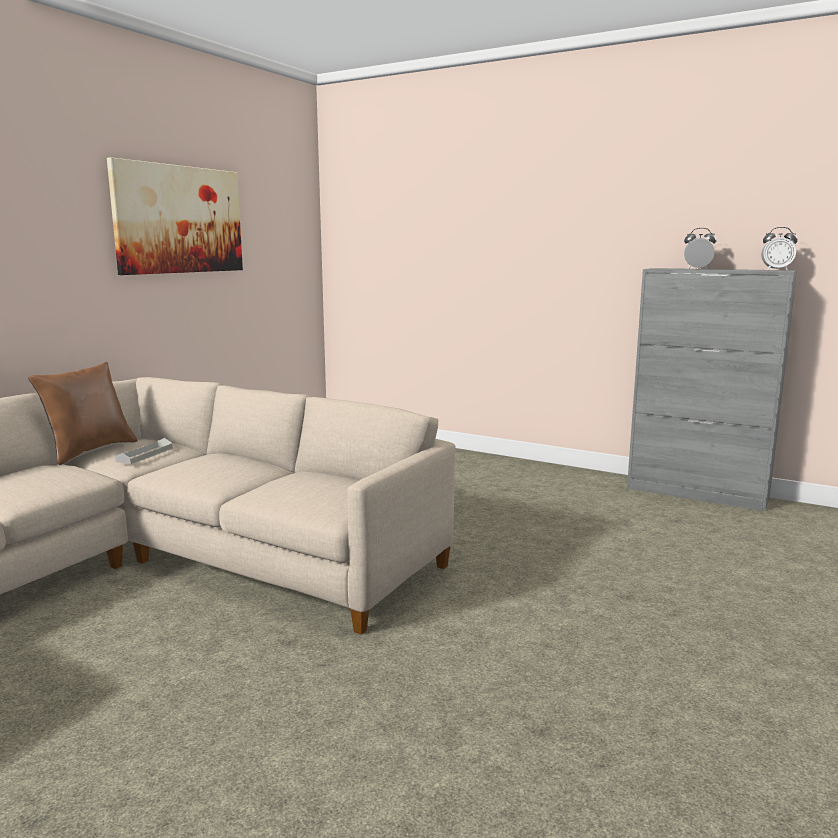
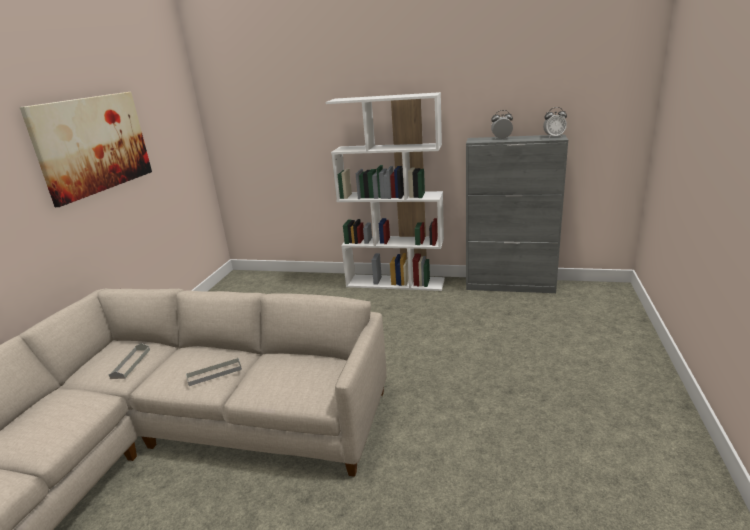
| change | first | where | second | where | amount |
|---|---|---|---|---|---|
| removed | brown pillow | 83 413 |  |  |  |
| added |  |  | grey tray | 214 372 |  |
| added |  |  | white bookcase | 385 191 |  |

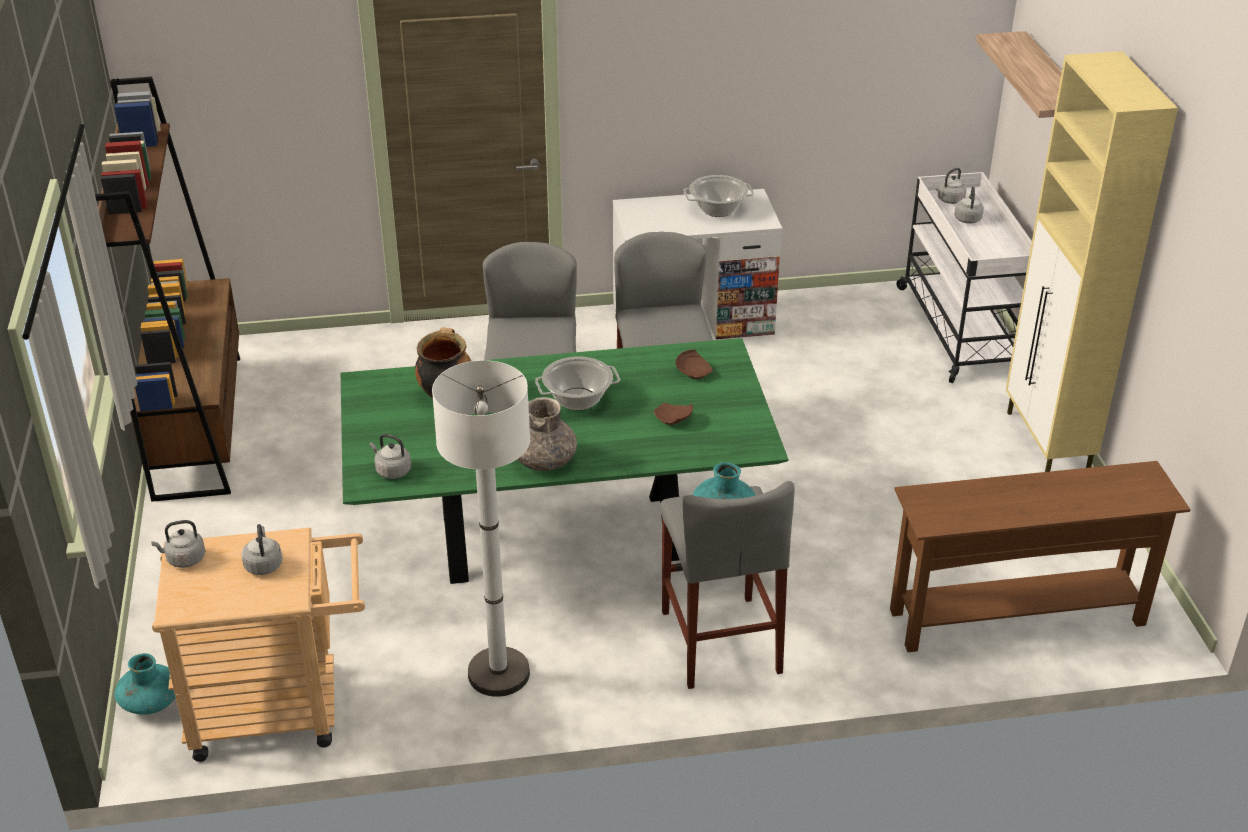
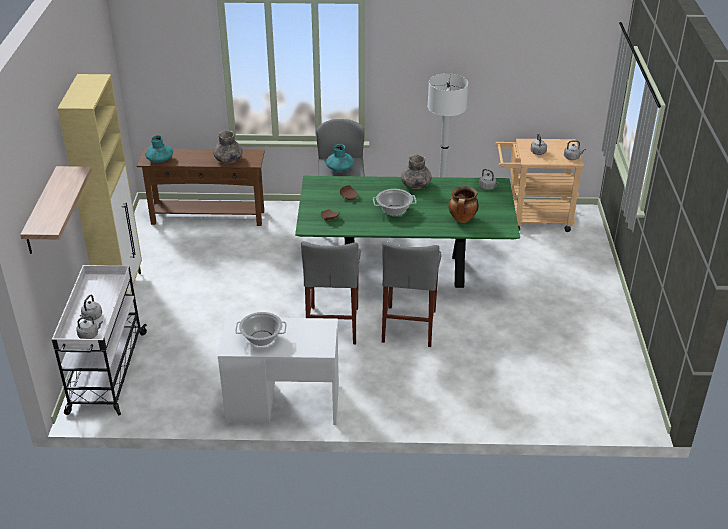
| change | first | where | second | where | amount |
|---|---|---|---|---|---|
| removed | brown bookcase | 167 289 |  |  |  |
| added |  |  | grey vase | 228 147 |  |
| moved | turquoise vase | 145 684 |  | 159 148 |  |

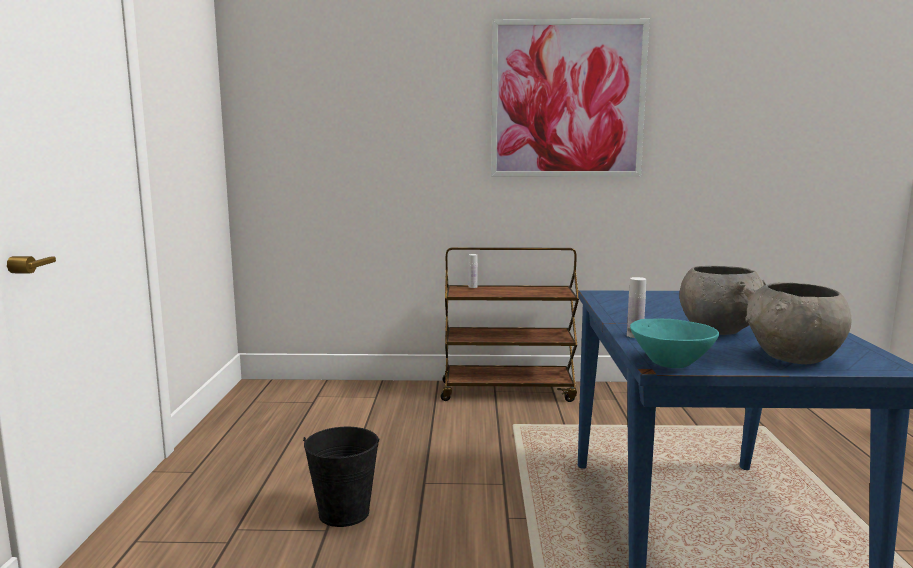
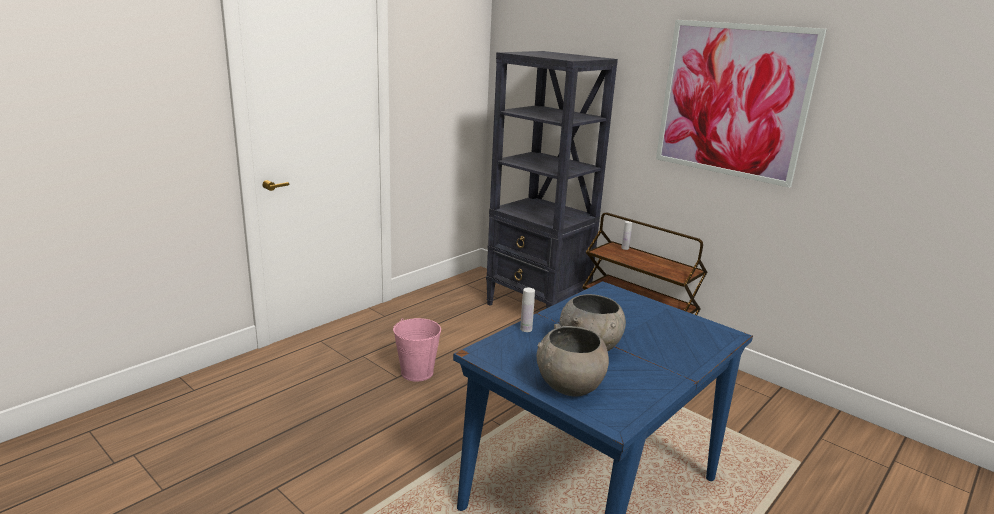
| change | first | where | second | where | amount |
|---|---|---|---|---|---|
| removed | turquoise bowl | 674 343 |  |  |  |
| added |  |  | black bookcase | 552 179 |  |
| recoloured | black bucket | 341 477 | pink bucket | 417 350 |  |

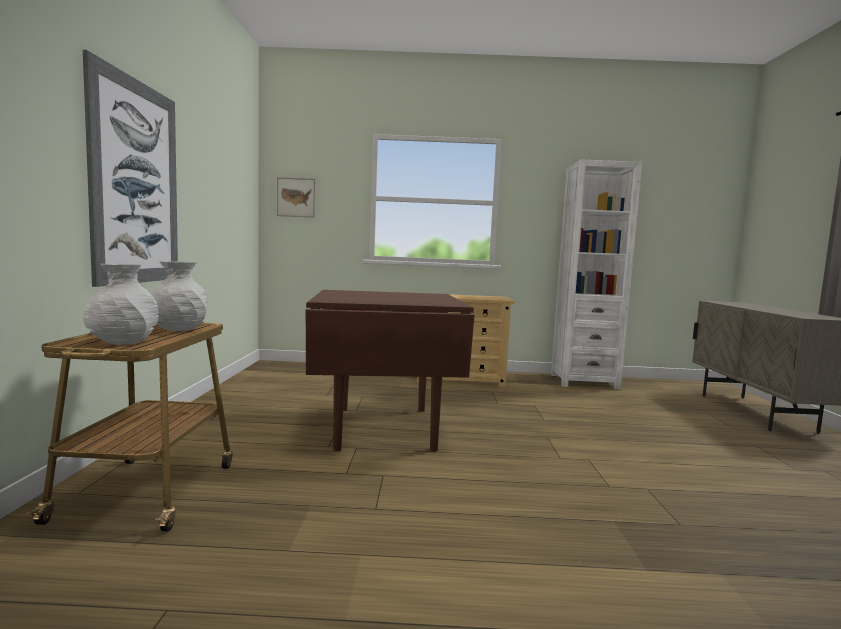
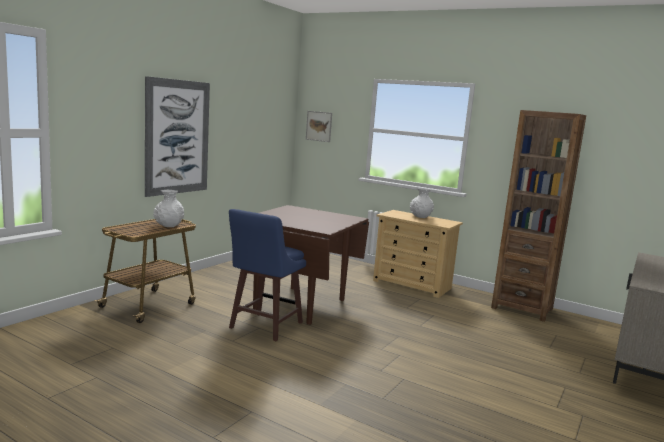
| change | first | where | second | where | amount |
|---|---|---|---|---|---|
| added |  |  | blue stool | 267 275 |  |
| moved | white vase | 121 304 |  | 422 203 |  |
| recoloured | white bookcase | 596 274 | brown bookcase | 538 216 |  |

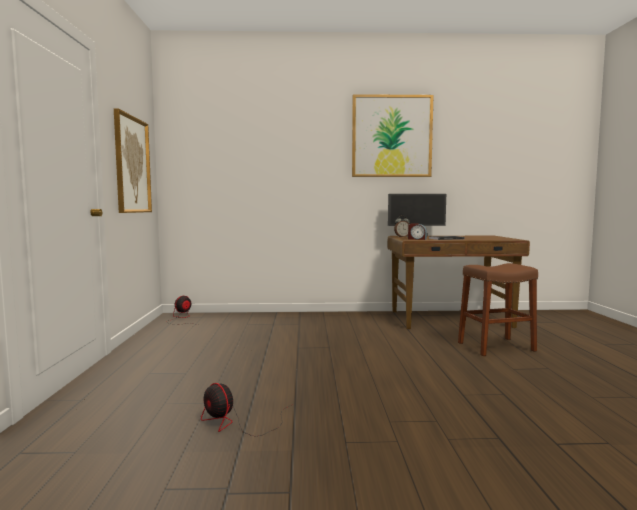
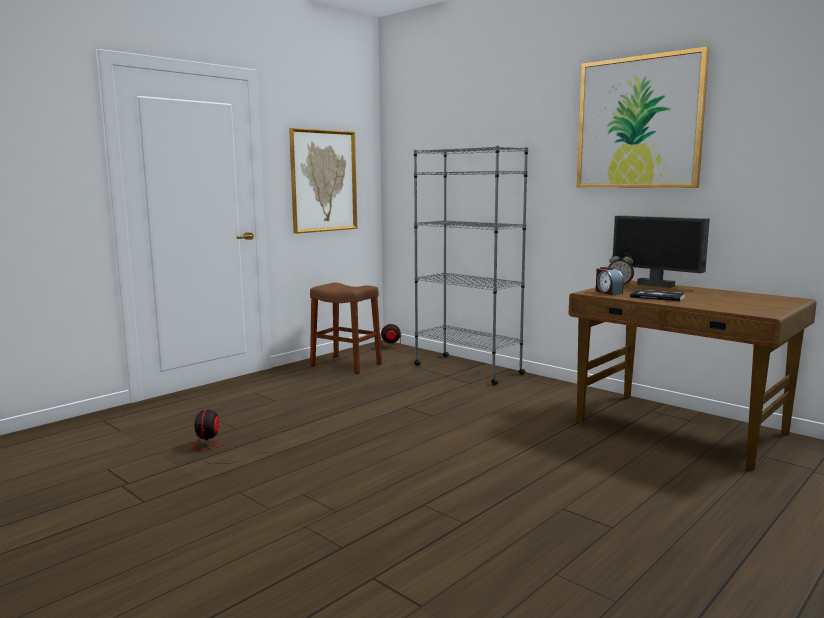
| change | first | where | second | where | amount |
|---|---|---|---|---|---|
| added |  |  | grey bookcase | 471 265 |  |
| moved | brown stool | 498 309 |  | 346 328 |  |

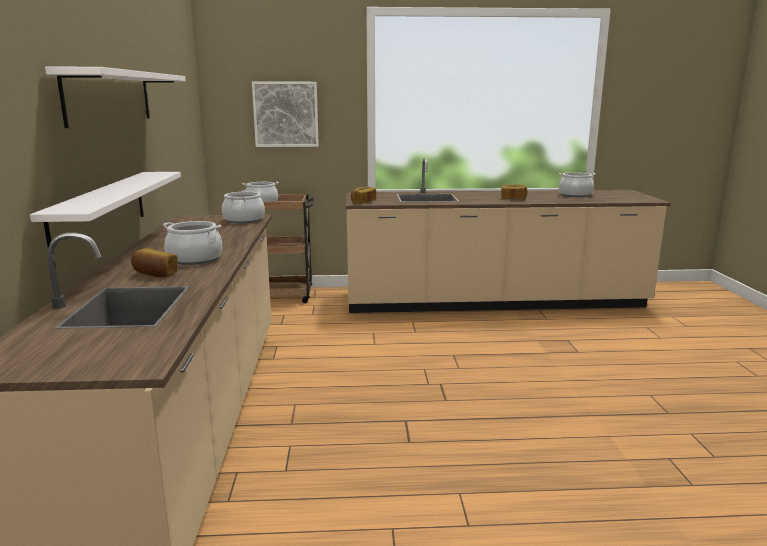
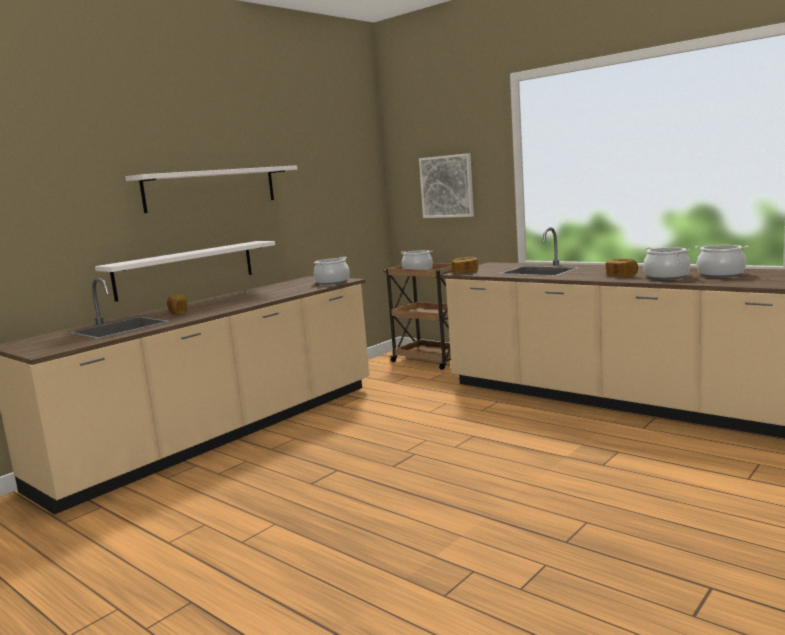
| change | first | where | second | where | amount |
|---|---|---|---|---|---|
| moved | cooking pot | 192 243 |  | 666 263 |  |

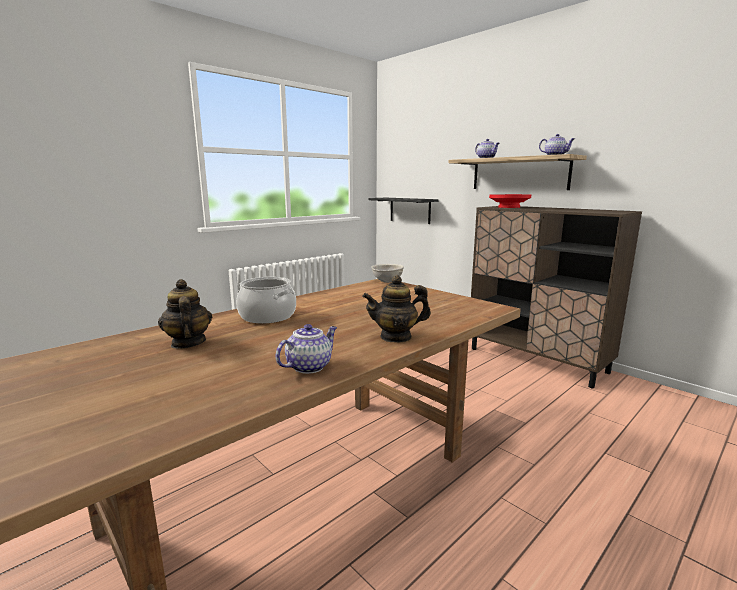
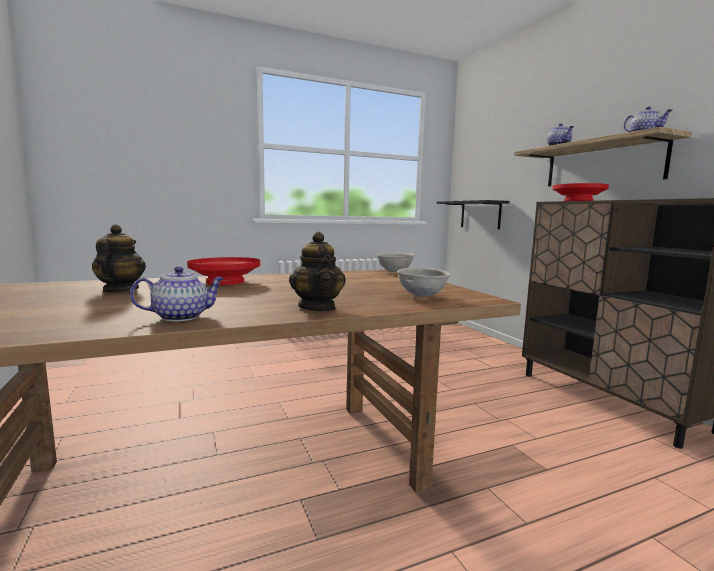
| change | first | where | second | where | amount |
|---|---|---|---|---|---|
| added |  |  | grey bowl | 423 282 |  |
| replaced | cooking pot | 266 300 | red bowl | 223 271 |  |
| turned | teapot | 396 309 |  | 317 271 | 120 degrees counterclockwise |

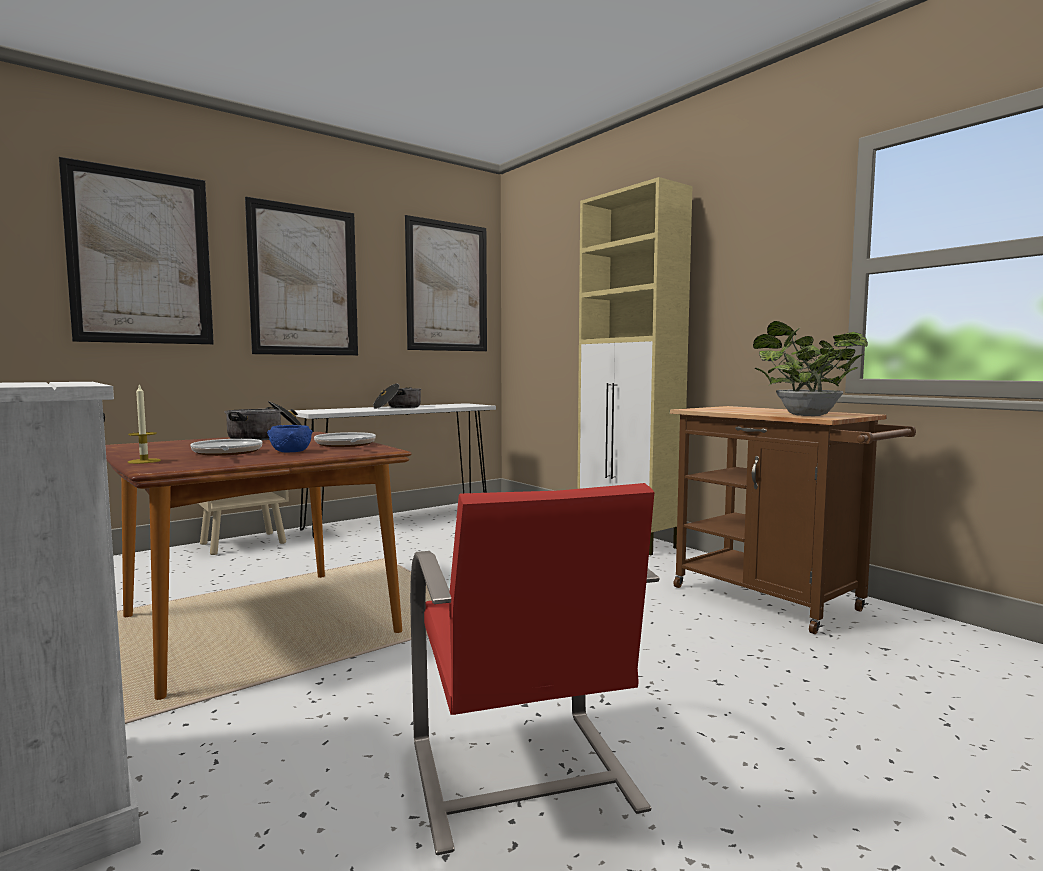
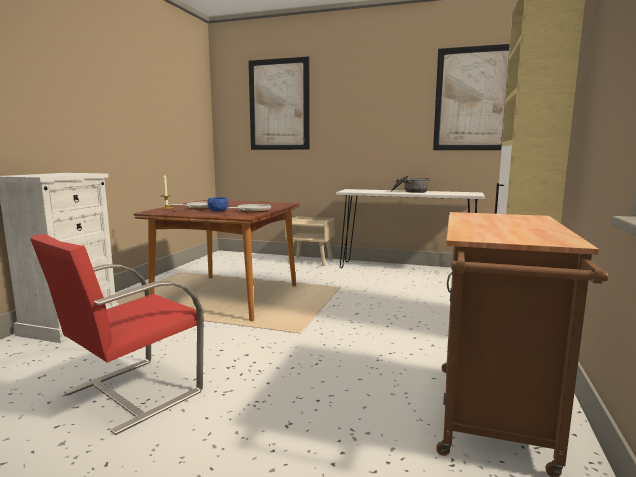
| change | first | where | second | where | amount |
|---|---|---|---|---|---|
| removed | cooking pot | 263 421 |  |  |  |
| removed | picture | 301 275 |  |  |  |
| removed | potted plant | 810 368 |  |  |  |

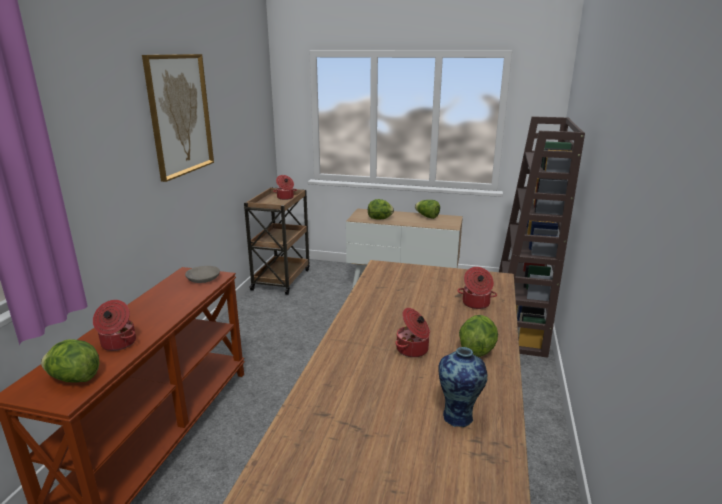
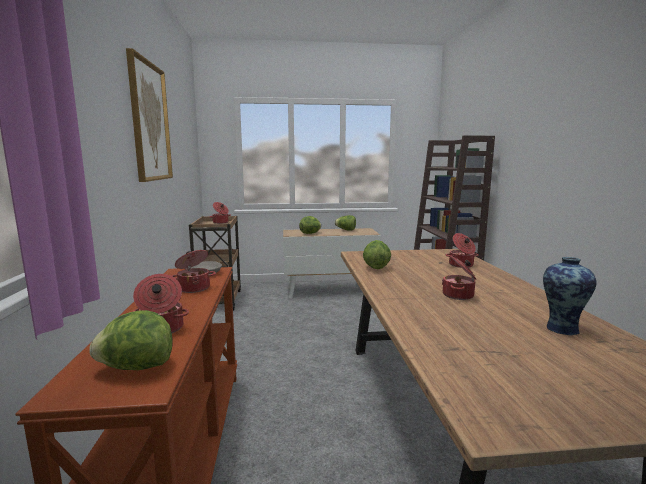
| change | first | where | second | where | amount |
|---|---|---|---|---|---|
| added |  |  | cooking pot | 194 271 |  |
| moved | lettuce | 478 336 |  | 377 254 |  |

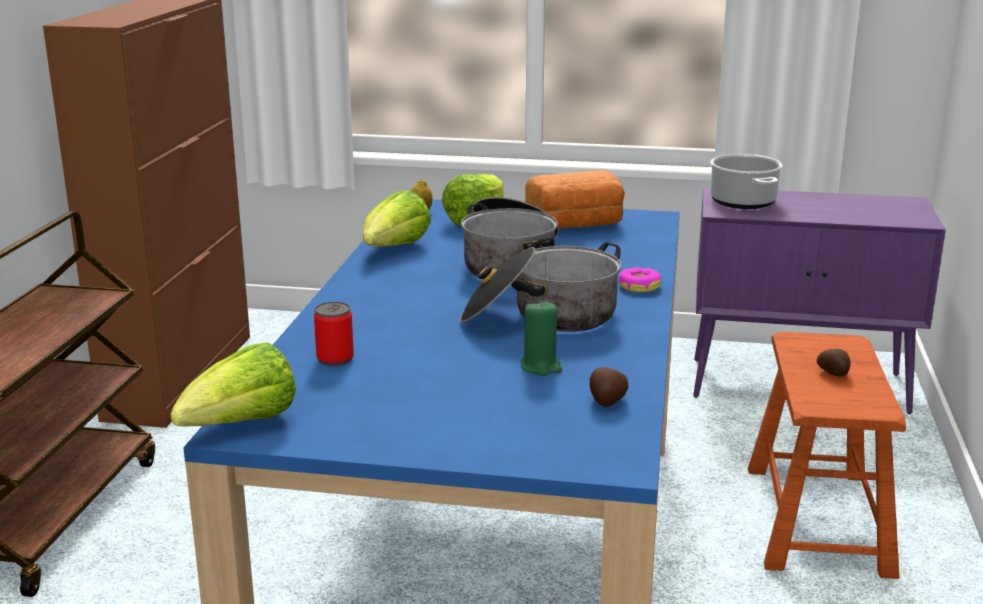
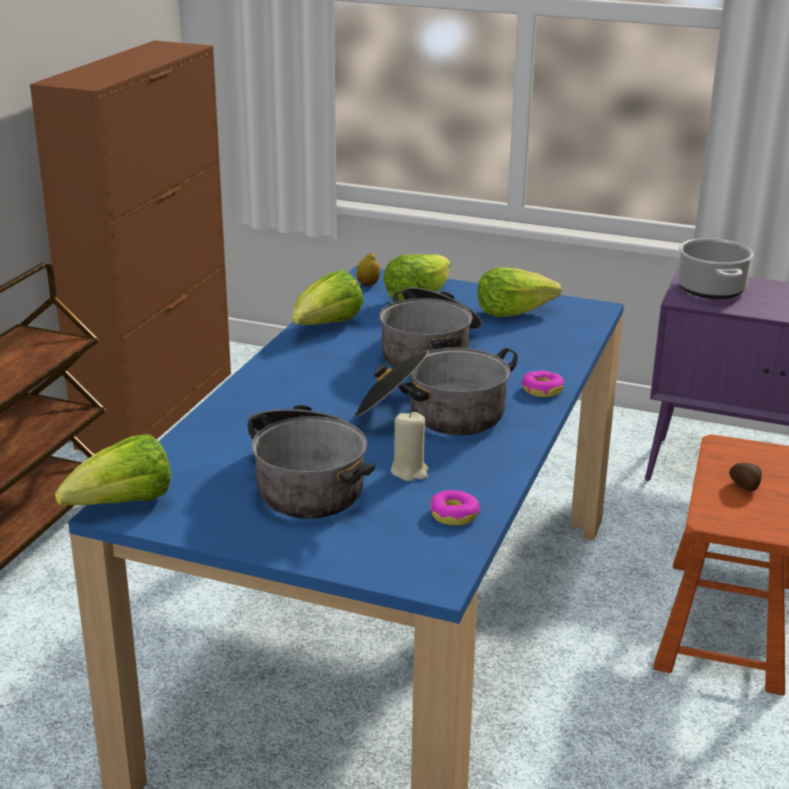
| change | first | where | second | where | amount |
|---|---|---|---|---|---|
| removed | can | 334 334 |  |  |  |
| added |  |  | cooking pot | 311 462 |  |
| replaced | bread | 575 199 | lettuce | 520 292 |  |
| replaced | potato | 609 387 | donut | 455 508 |  |
| recoloured | green candle | 541 338 | beige candle | 409 446 |  |

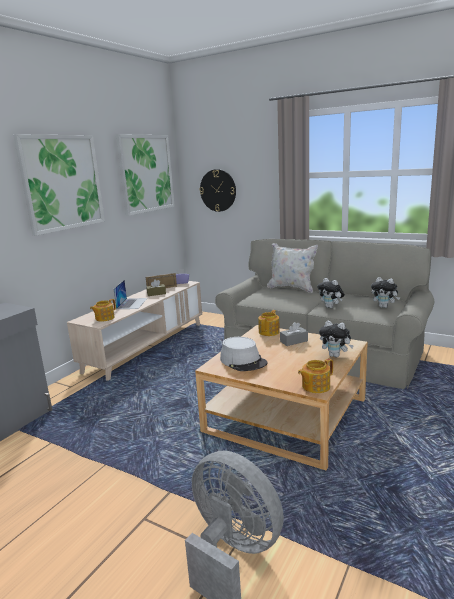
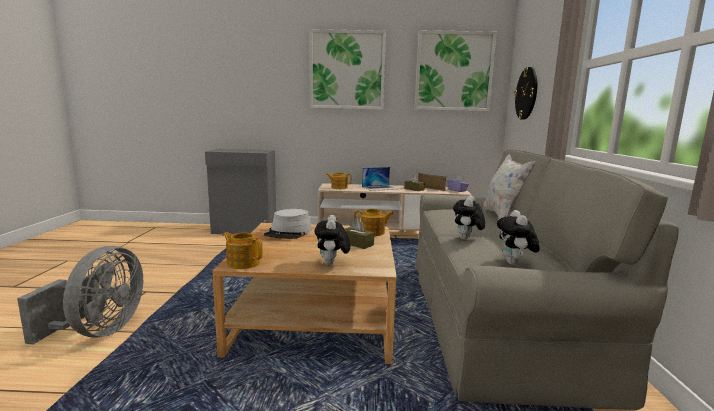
| change | first | where | second | where | amount |
|---|---|---|---|---|---|
| recoloured | grey tissue box | 294 334 | brown tissue box | 359 234 |  |

